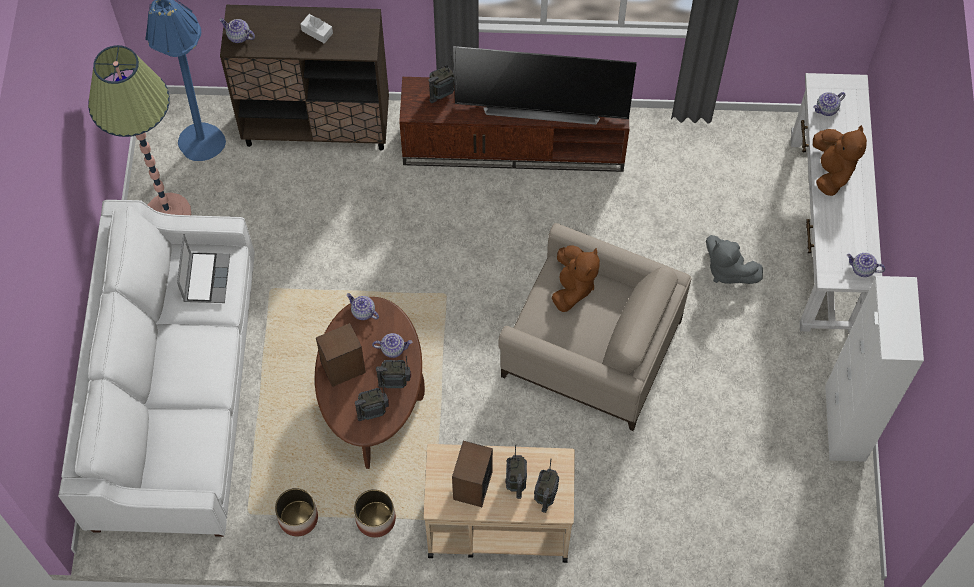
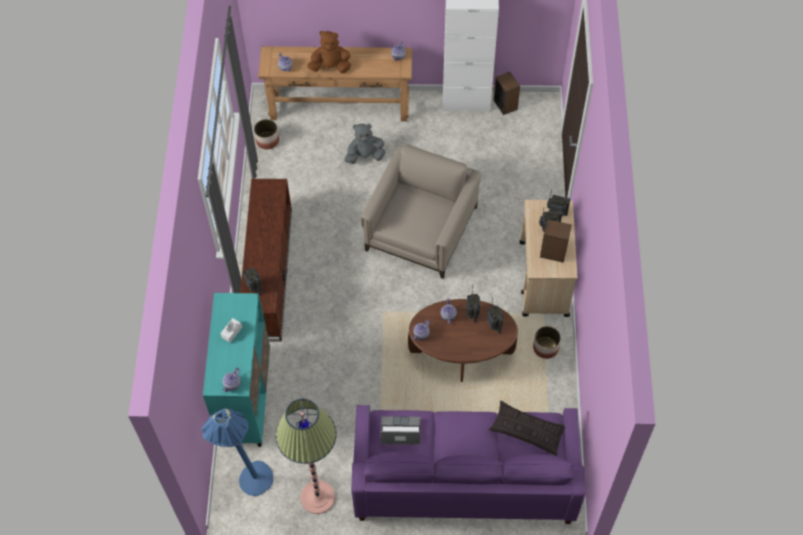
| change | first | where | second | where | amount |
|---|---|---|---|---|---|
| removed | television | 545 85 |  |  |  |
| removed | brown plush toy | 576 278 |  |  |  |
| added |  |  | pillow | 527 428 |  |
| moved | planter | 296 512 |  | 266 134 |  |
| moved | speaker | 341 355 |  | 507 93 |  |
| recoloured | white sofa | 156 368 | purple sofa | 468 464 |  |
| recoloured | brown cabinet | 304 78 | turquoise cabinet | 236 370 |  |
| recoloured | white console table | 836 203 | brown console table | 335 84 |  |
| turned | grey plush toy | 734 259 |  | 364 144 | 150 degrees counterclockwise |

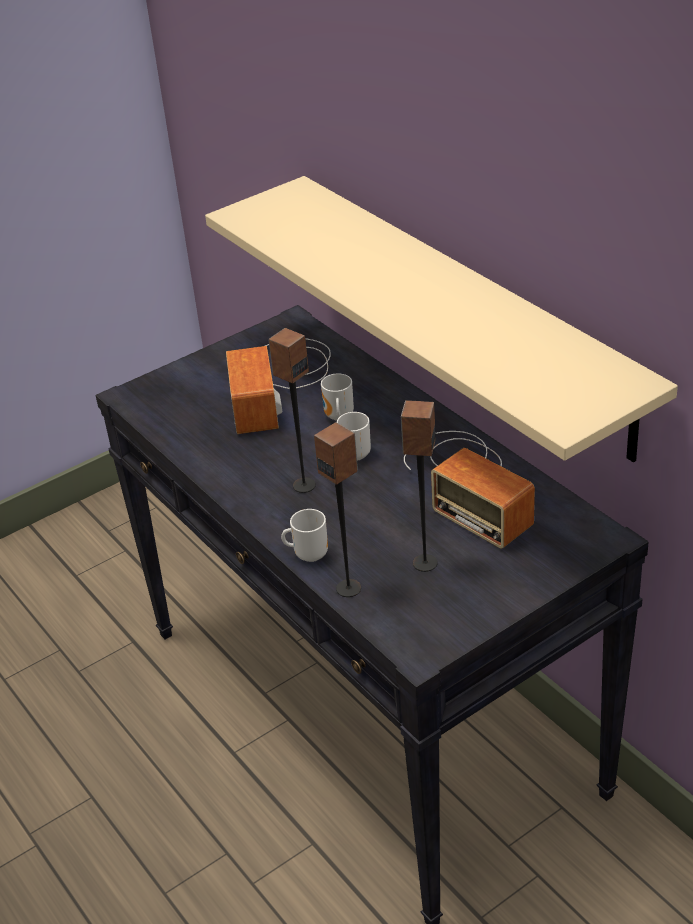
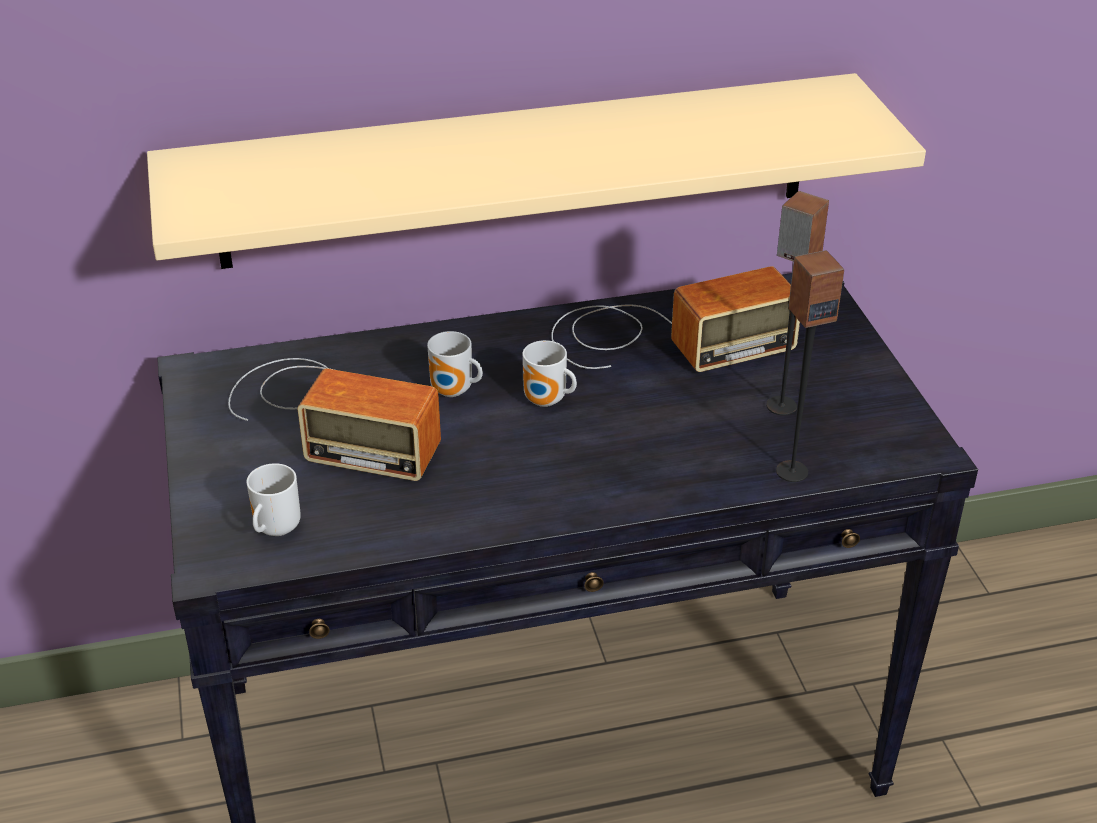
| change | first | where | second | where | amount |
|---|---|---|---|---|---|
| removed | speaker | 292 410 |  |  |  |
| moved | mug | 304 535 |  | 274 499 |  |

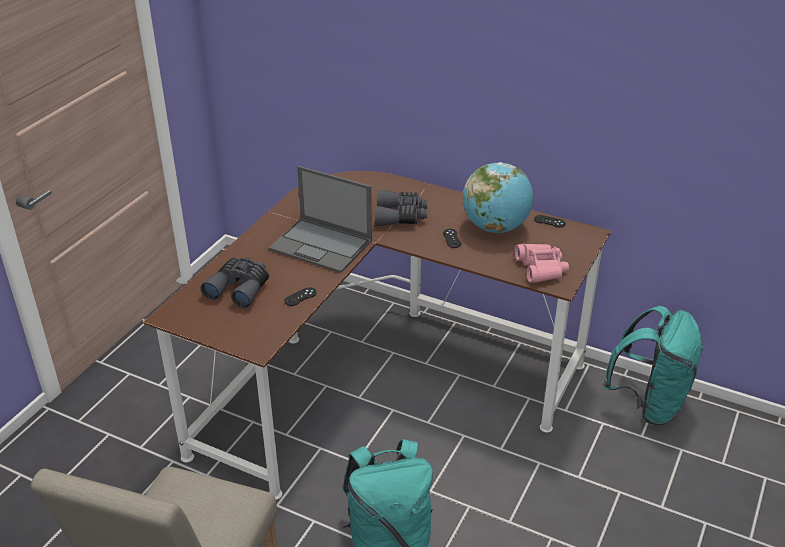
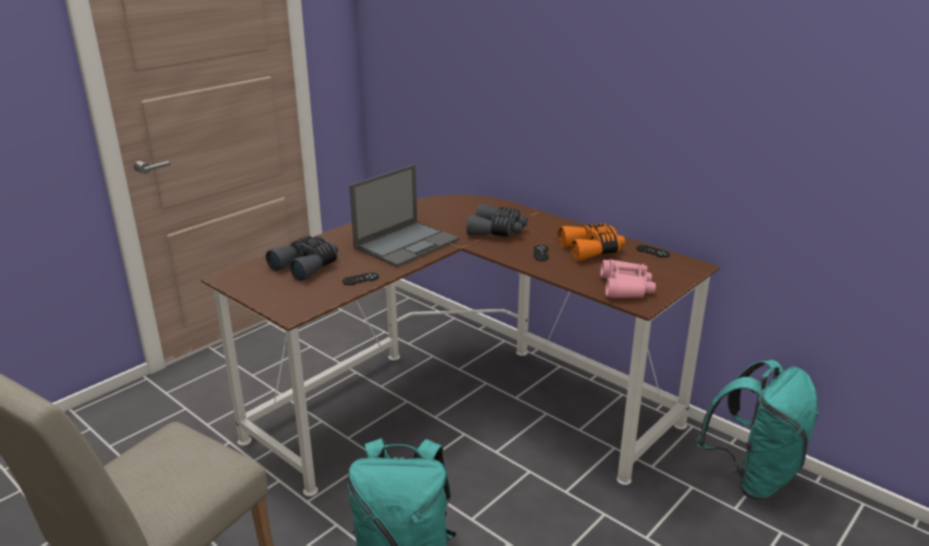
| change | first | where | second | where | amount |
|---|---|---|---|---|---|
| replaced | globe | 498 197 | orange binoculars | 591 242 |  |
| turned | laptop | 320 219 |  | 404 215 | 90 degrees counterclockwise |

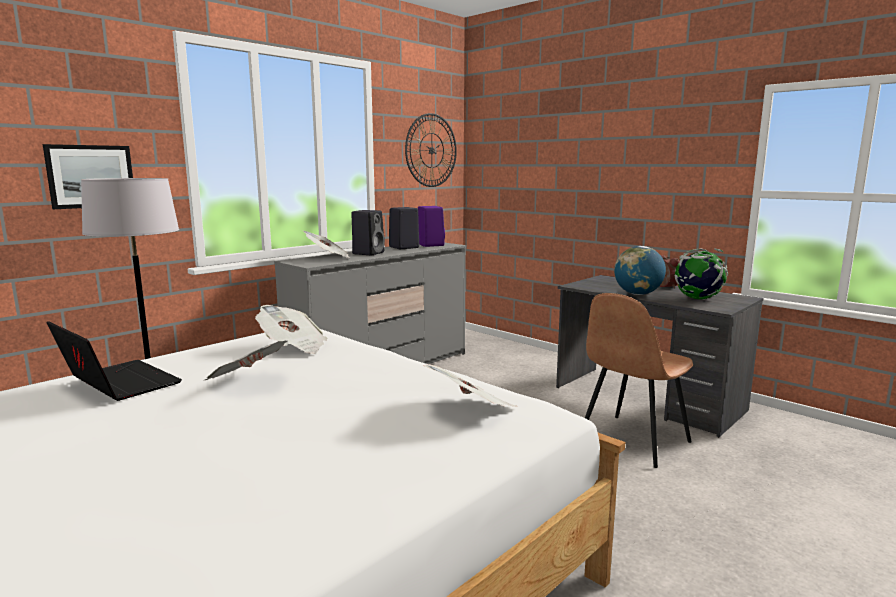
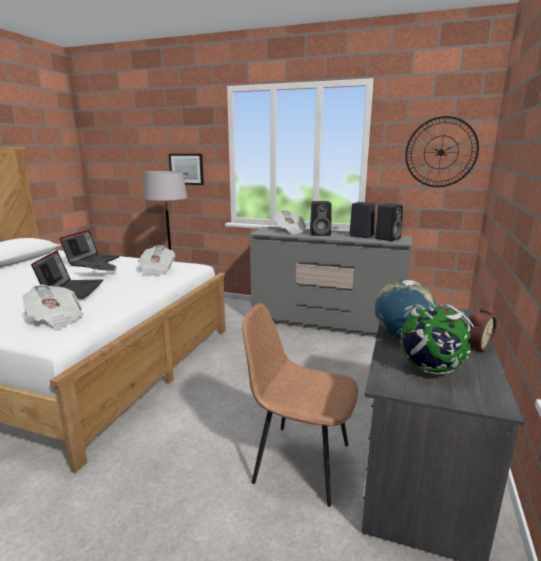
| change | first | where | second | where | amount |
|---|---|---|---|---|---|
| added |  |  | laptop | 67 274 |  |
| recoloured | purple speaker | 431 226 | black speaker | 389 222 |  |

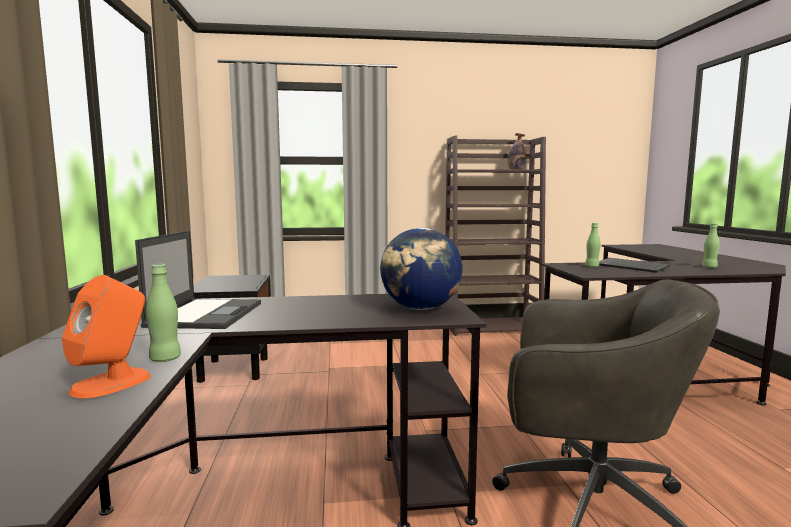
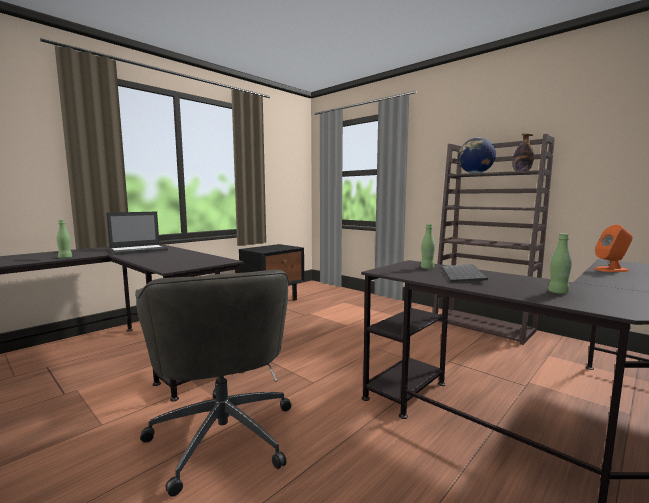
| change | first | where | second | where | amount |
|---|---|---|---|---|---|
| moved | orange speaker | 106 336 |  | 613 248 |  |
| moved | globe | 421 269 |  | 477 155 |  |

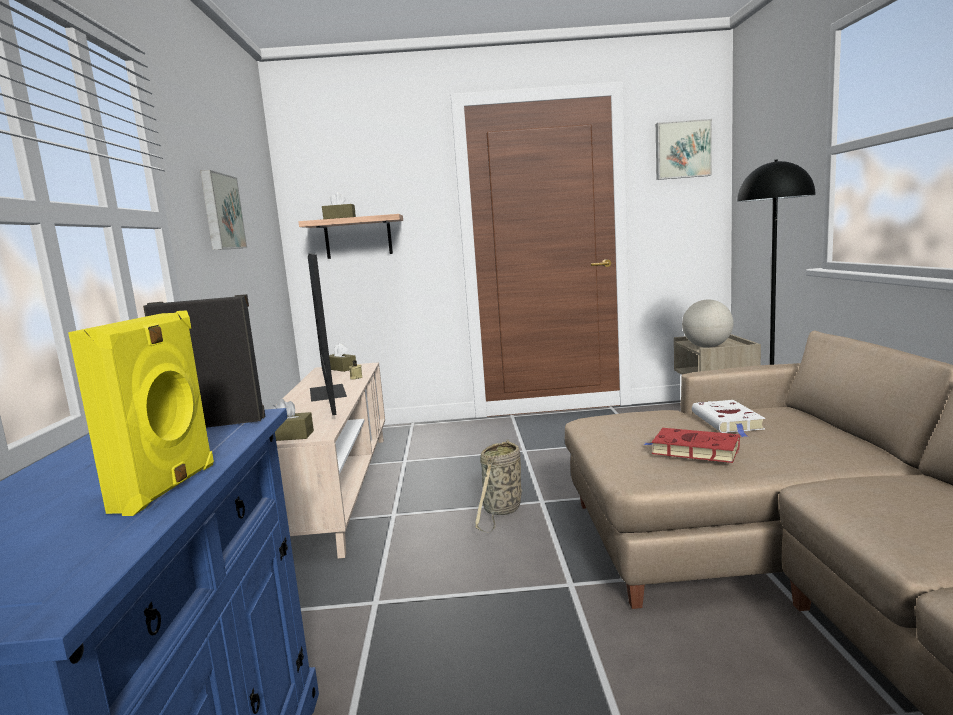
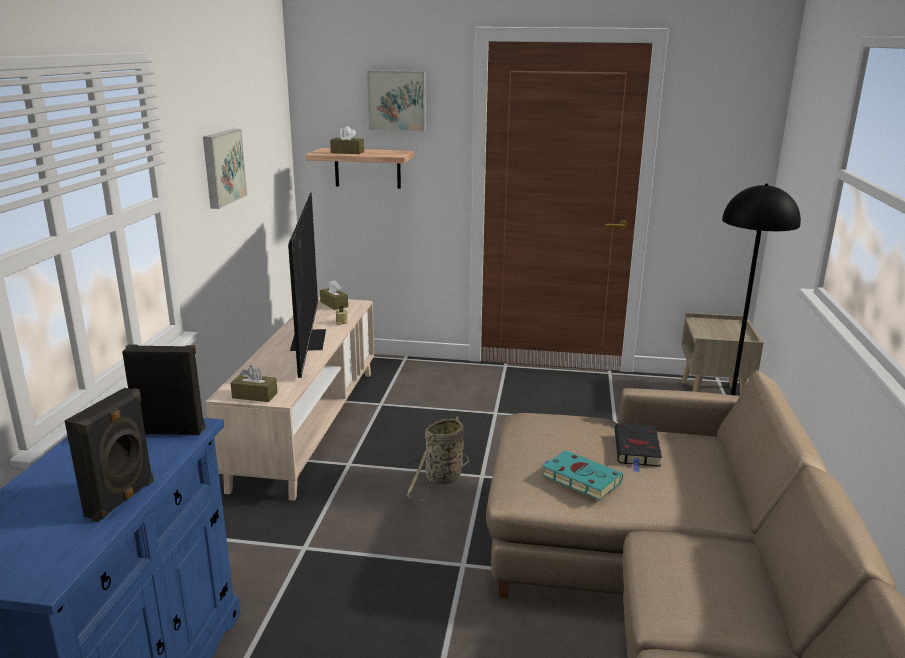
| change | first | where | second | where | amount |
|---|---|---|---|---|---|
| removed | globe | 707 323 |  |  |  |
| moved | picture | 684 149 |  | 396 101 |  |
| recoloured | yellow speaker | 141 413 | black speaker | 109 455 |  |
| recoloured | red book | 692 445 | turquoise book | 582 475 |  |
| recoloured | white book | 728 418 | black book | 638 447 |  |

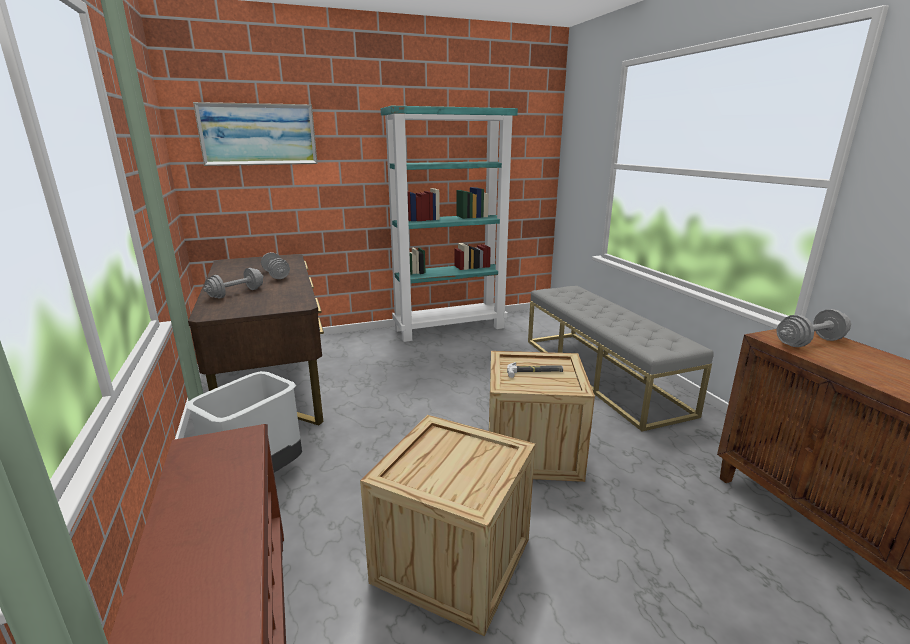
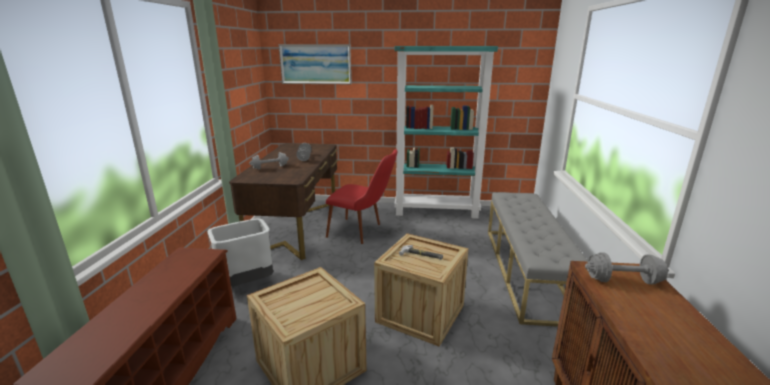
| change | first | where | second | where | amount |
|---|---|---|---|---|---|
| added |  |  | red chair | 361 196 |  |

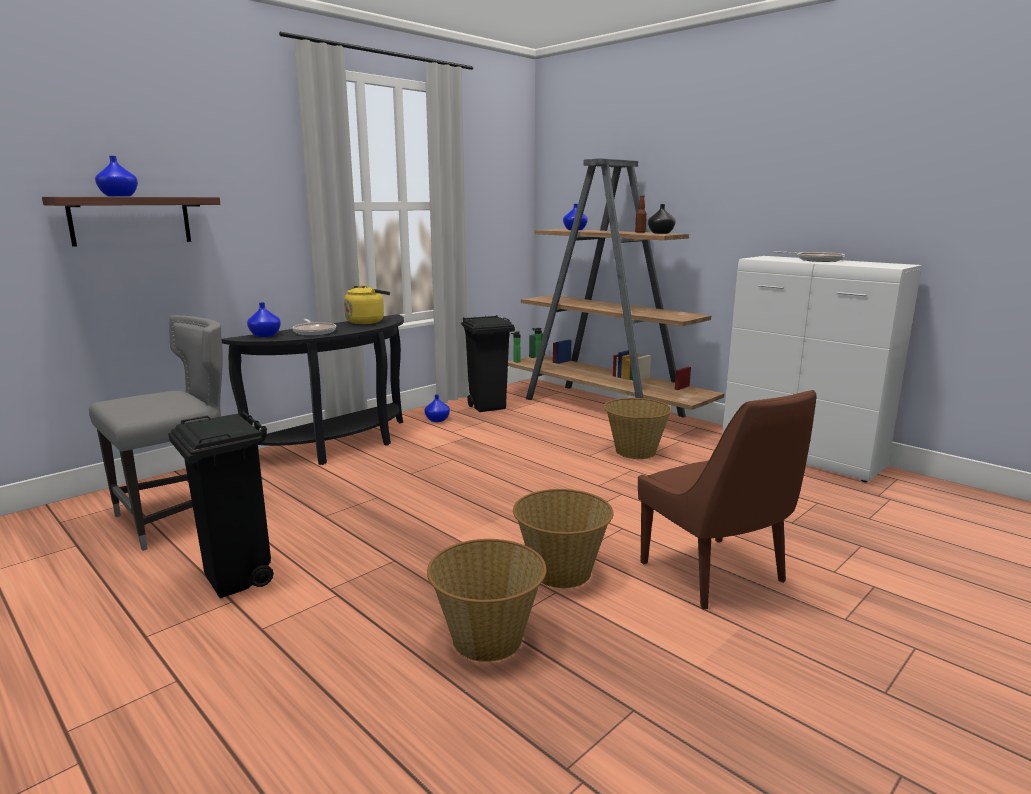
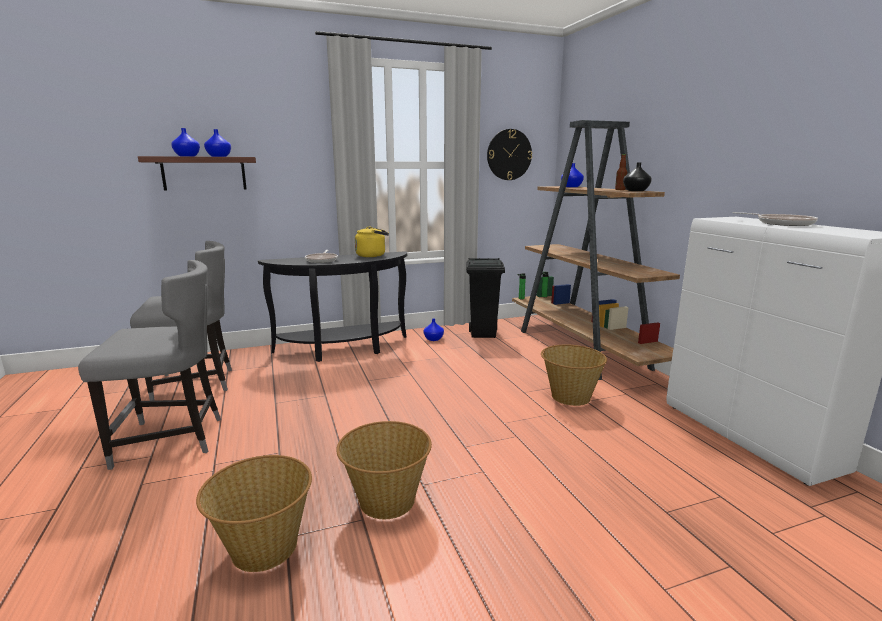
| change | first | where | second | where | amount |
|---|---|---|---|---|---|
| removed | brown chair | 727 499 |  |  |  |
| added |  |  | wall clock | 509 154 |  |
| moved | blue vase | 264 319 |  | 217 143 |  |
| replaced | black trash can | 221 504 | grey chair | 149 365 |  |

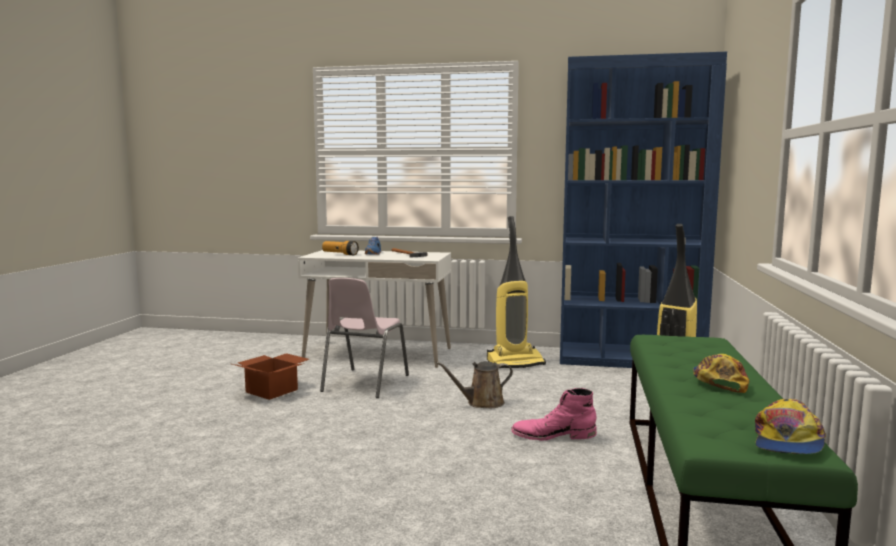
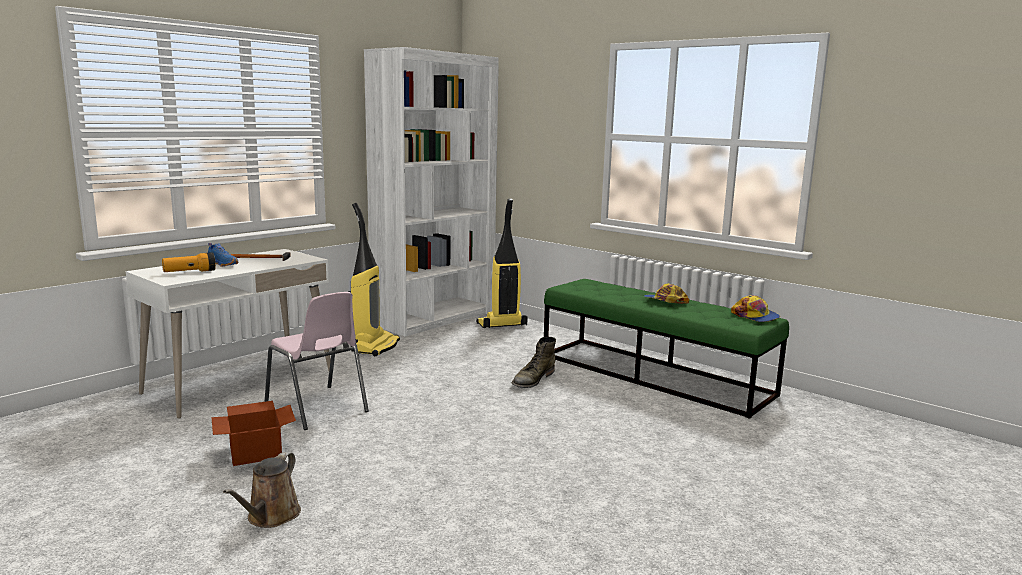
| change | first | where | second | where | amount |
|---|---|---|---|---|---|
| moved | brown watering can | 474 385 |  | 262 490 |  |
| recoloured | pink boot | 554 414 | green boot | 534 362 |  |
| recoloured | blue bookcase | 643 210 | white bookcase | 431 192 |  |

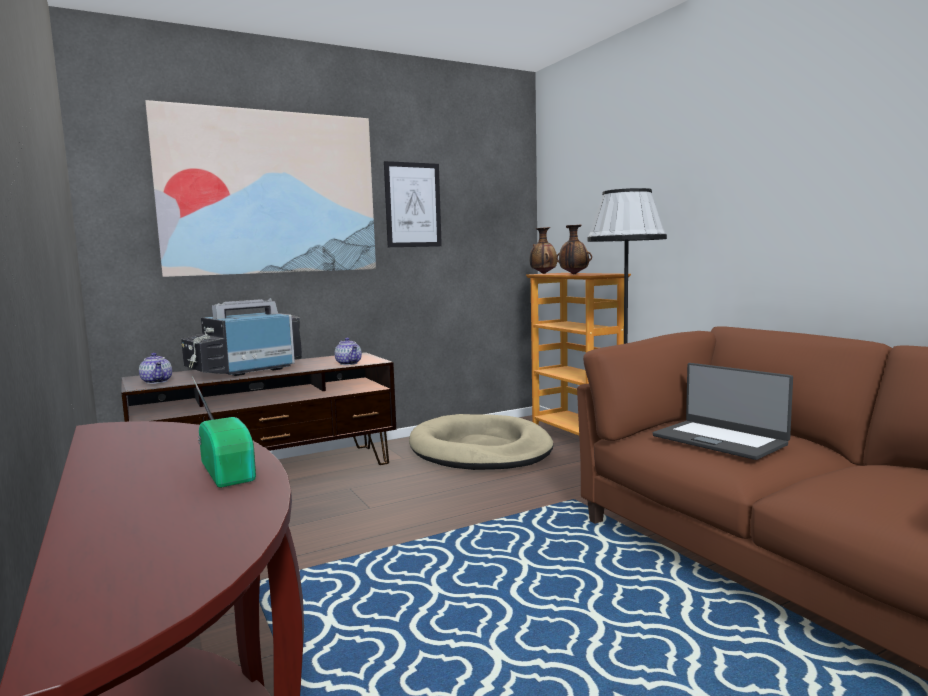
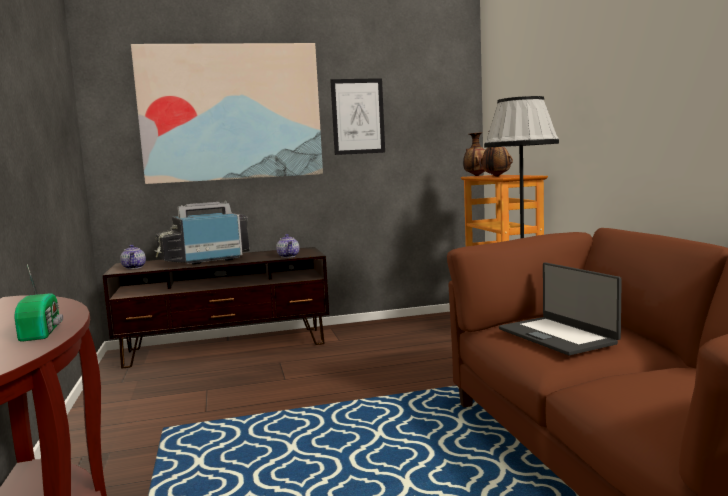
| change | first | where | second | where | amount |
|---|---|---|---|---|---|
| removed | beige dog bed | 481 442 |  |  |  |

